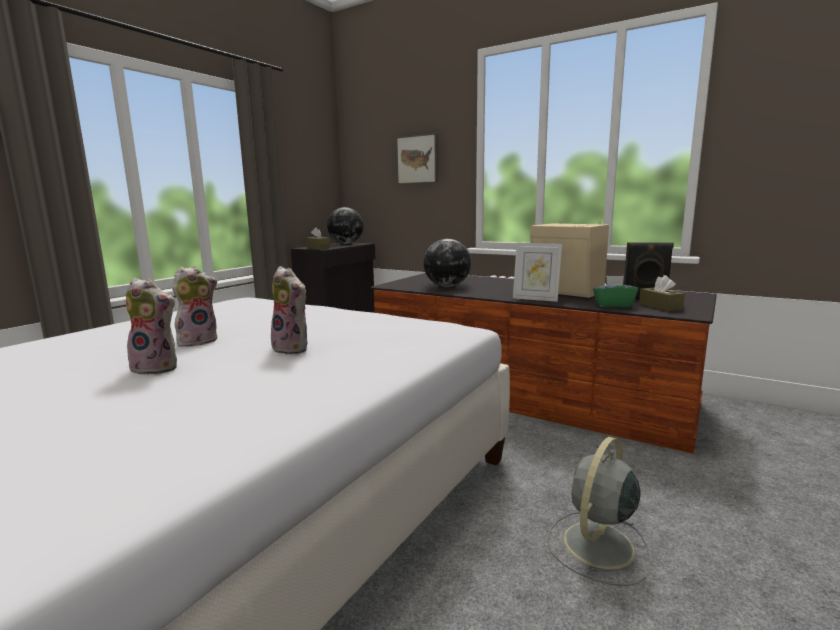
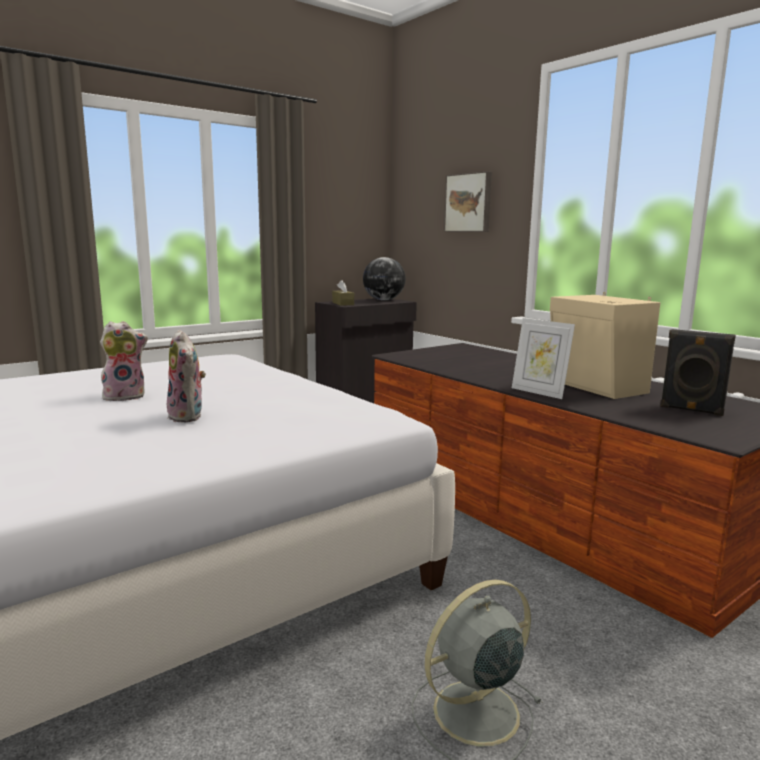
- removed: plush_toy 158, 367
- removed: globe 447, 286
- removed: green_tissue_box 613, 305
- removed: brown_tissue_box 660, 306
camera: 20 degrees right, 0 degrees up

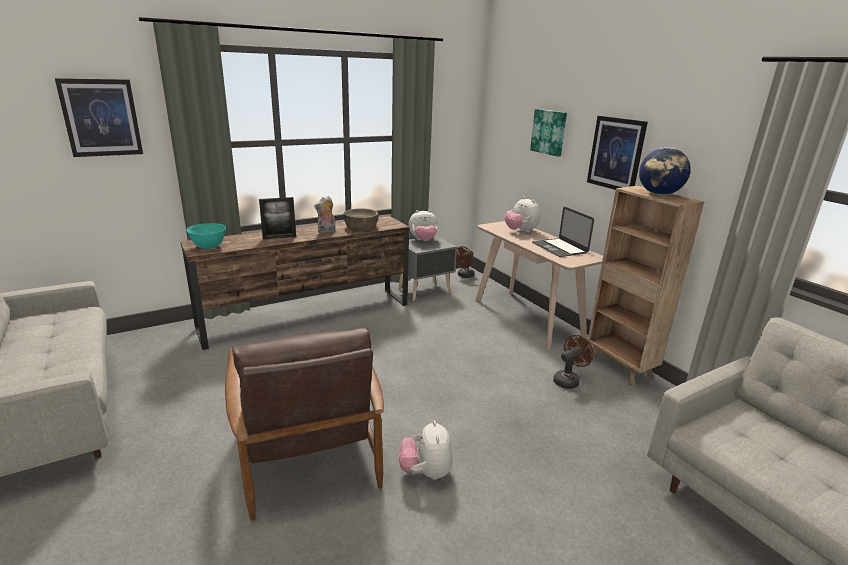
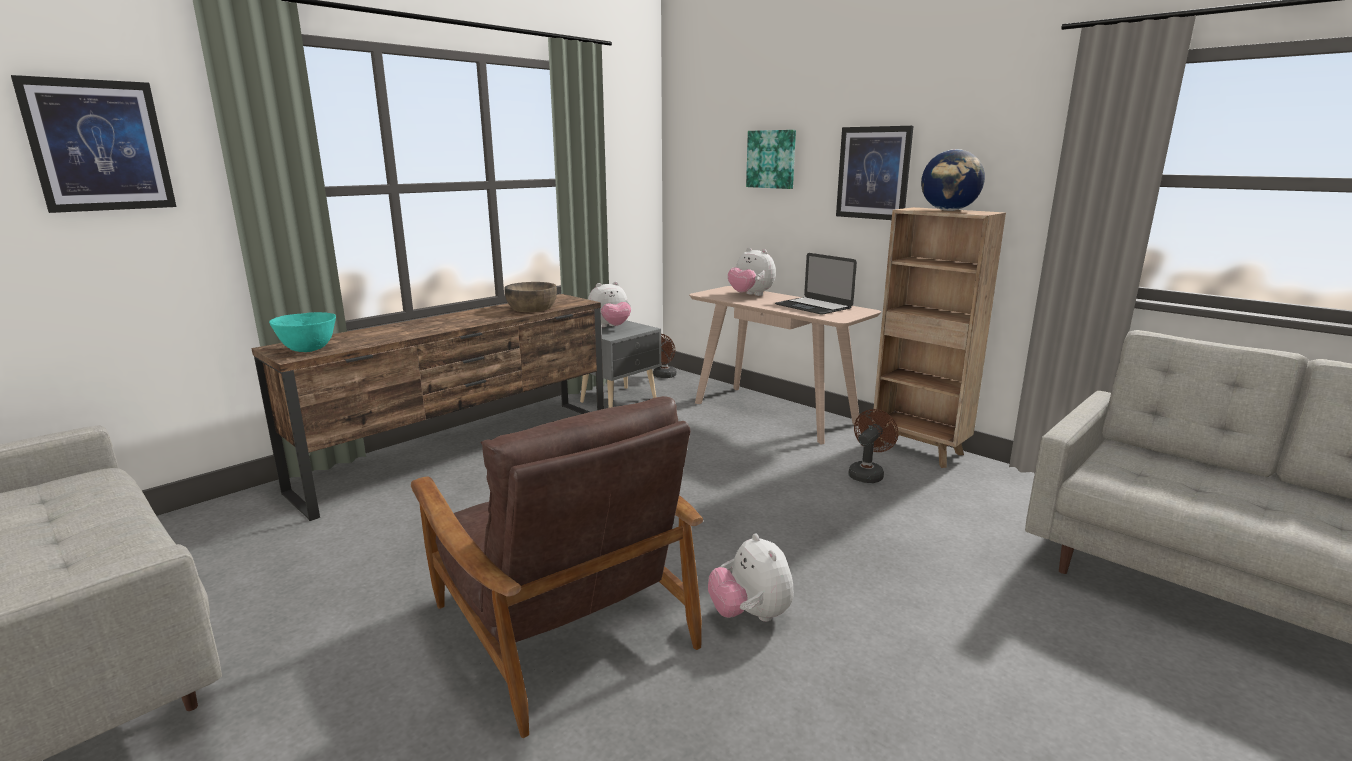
- removed: picture_frame 279, 237
- removed: plush_toy 326, 231
camera: 15 degrees left, 5 degrees down

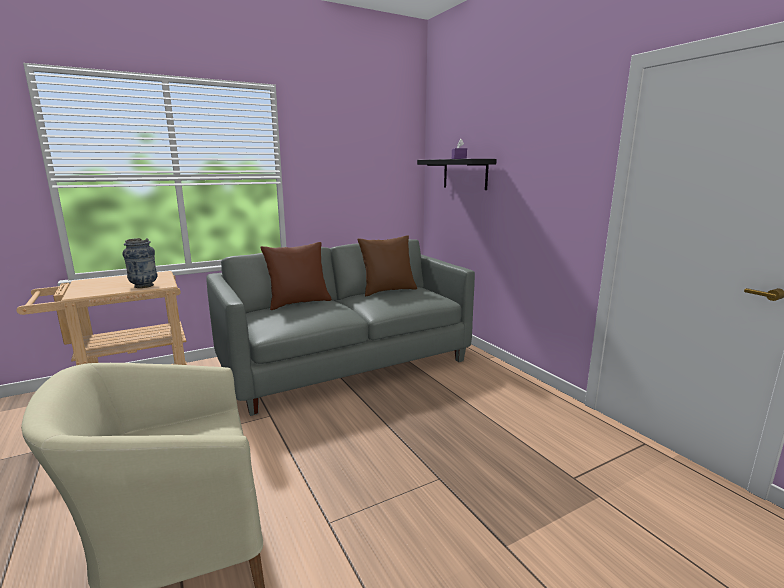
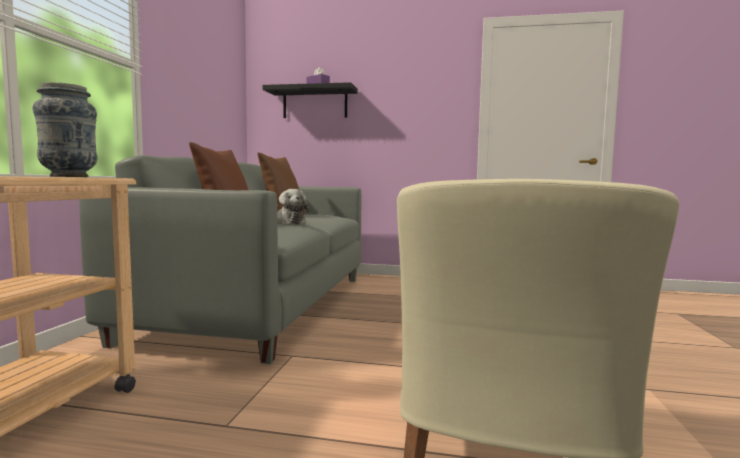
- added: plush_toy 289, 222
camera: 50 degrees left, 10 degrees down

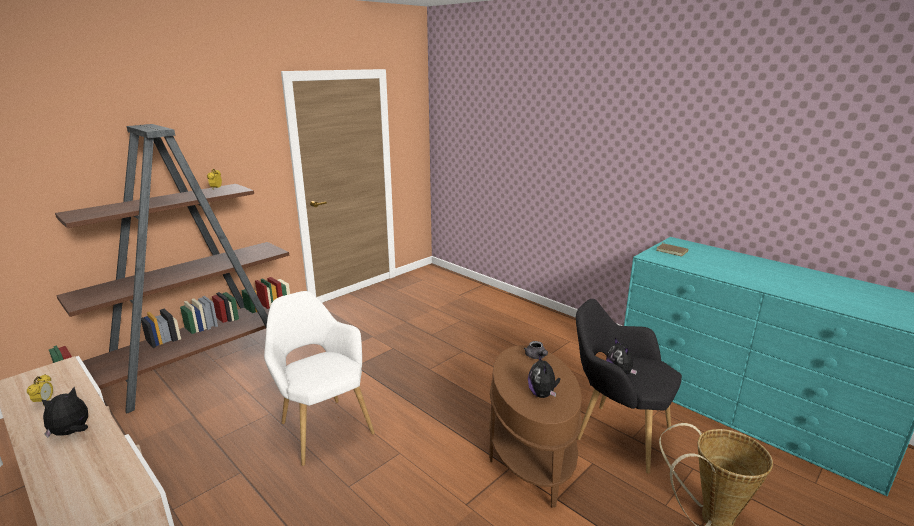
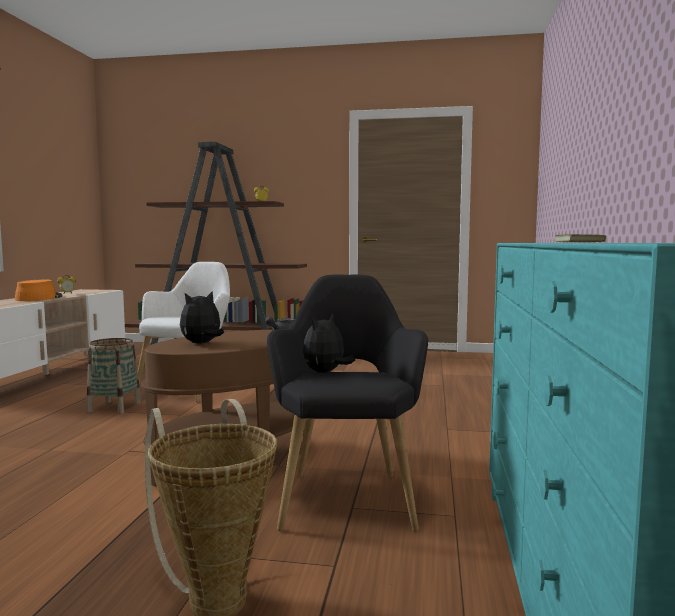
- added: basket 114, 407
- replaced: plush_toy 72, 433 to orange_hat 38, 298
camera: 55 degrees right, 15 degrees down

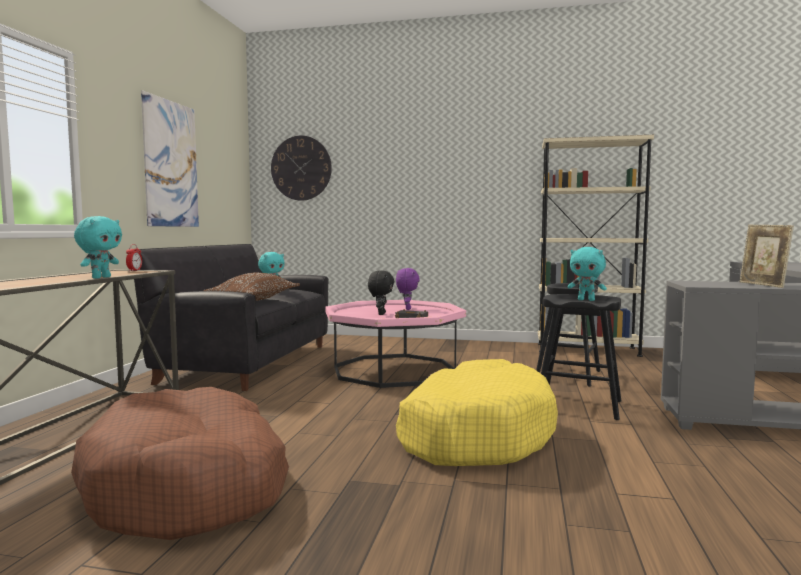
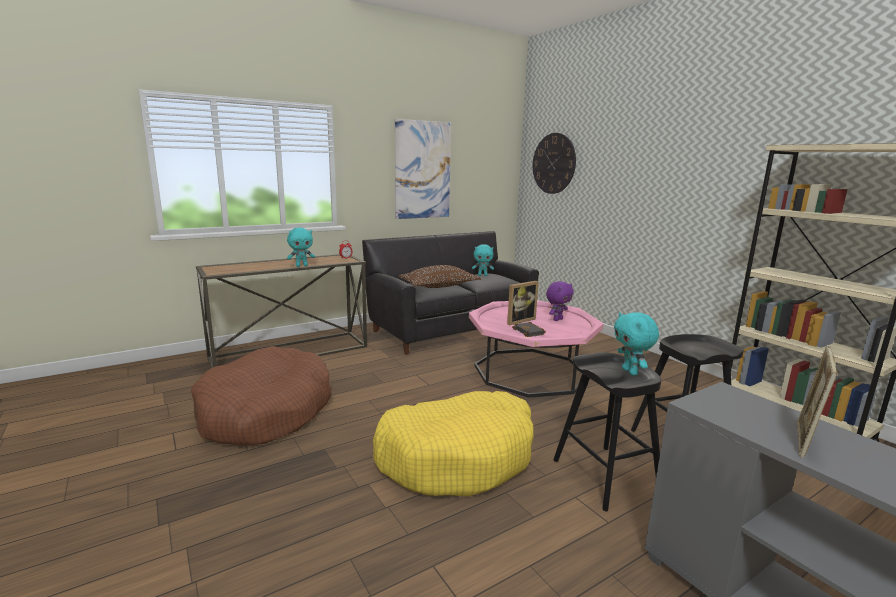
- replaced: black_plush_toy 380, 314 to picture_frame 518, 320
camera: 45 degrees right, 10 degrees up

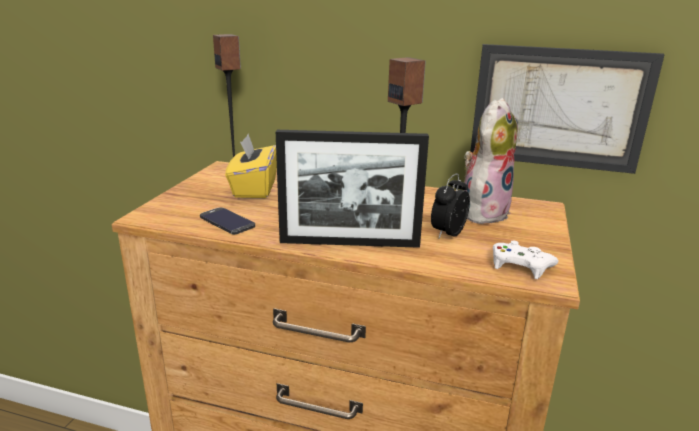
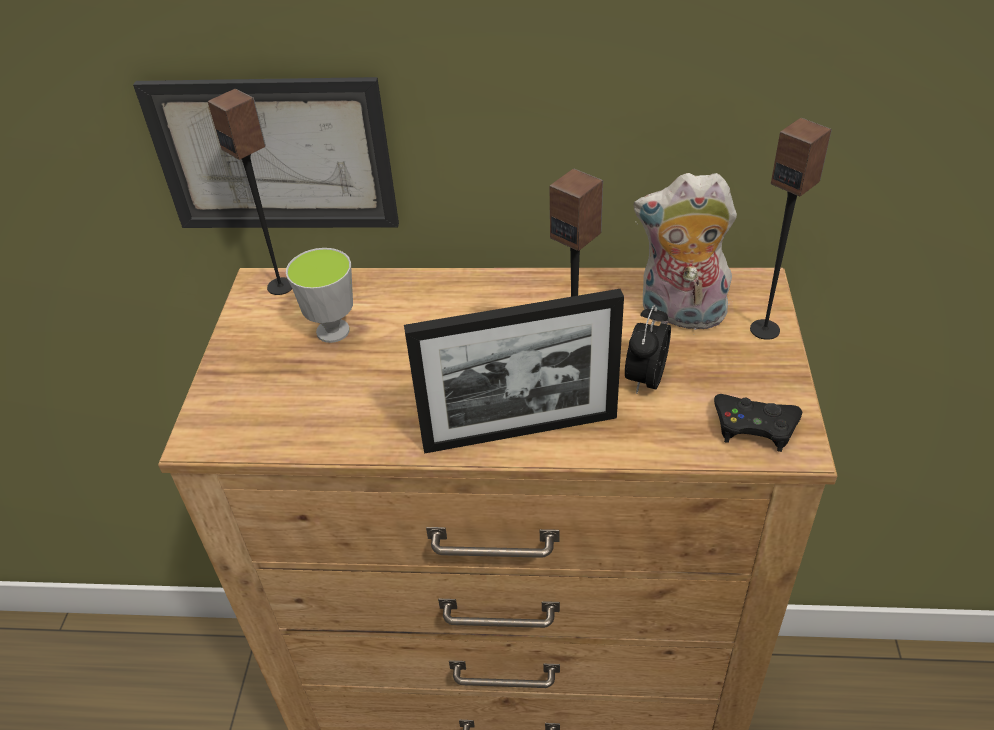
- removed: phone 227, 221
- added: speaker 765, 329
- moved: picture 558, 108 to 274, 155
- replaced: yellow_tissue_box 254, 188 to cup 333, 331
- recoloured: white_game_controller 520, 265 to black_game_controller 754, 426
- turned: plush_toy 483, 211 = 680, 315 105 degrees counterclockwise
camera: 10 degrees left, 20 degrees up

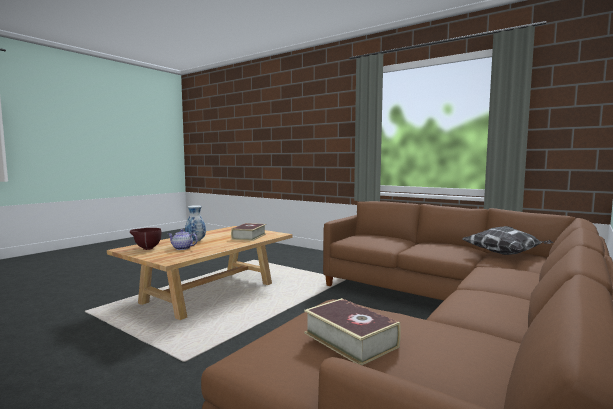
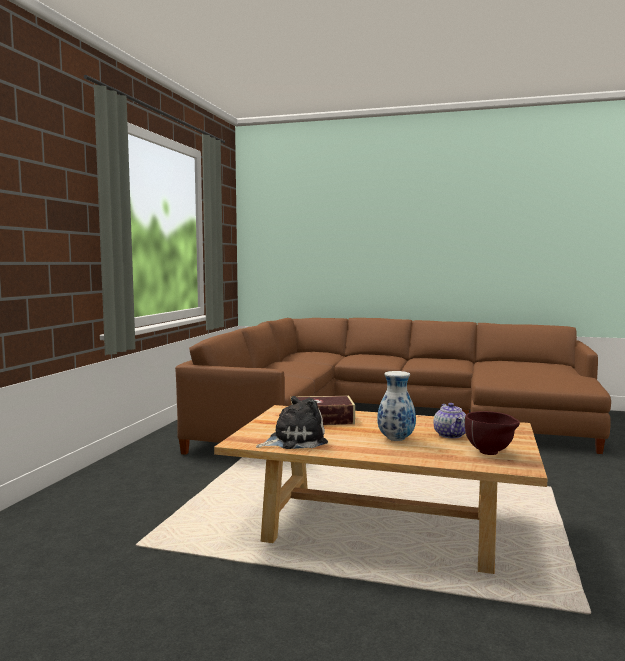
- removed: book 350, 340
- removed: pillow 505, 254
- added: plush_toy 294, 441
camera: 110 degrees left, 0 degrees up

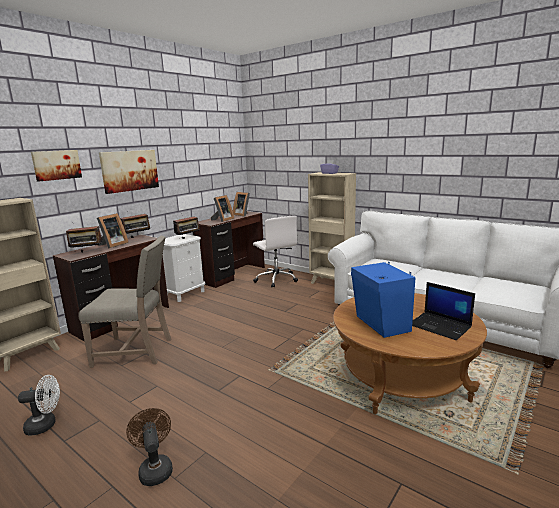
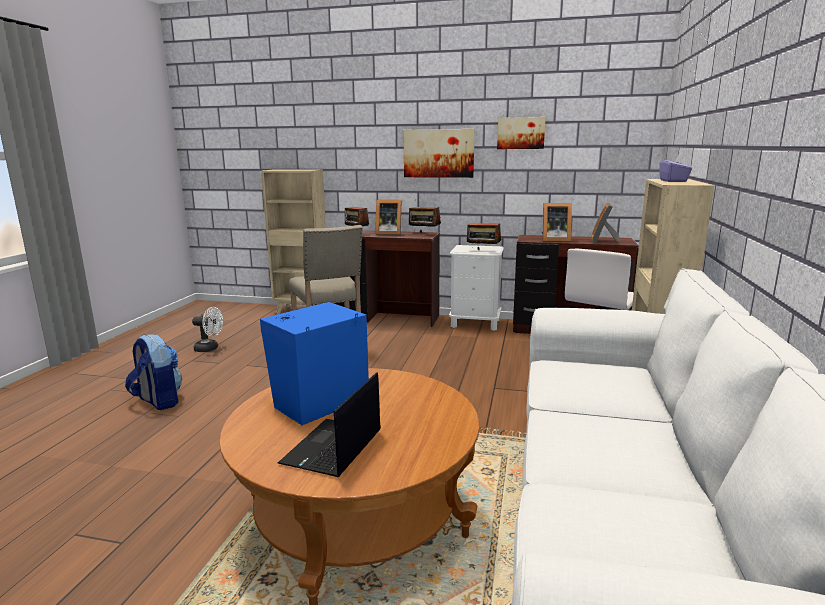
- moved: picture 56, 165 to 521, 133
- replaced: brown_fan 155, 468 to backpack 158, 401
- turned: white_fan 45, 425 = 210, 349 45 degrees counterclockwise
camera: 65 degrees right, 0 degrees up

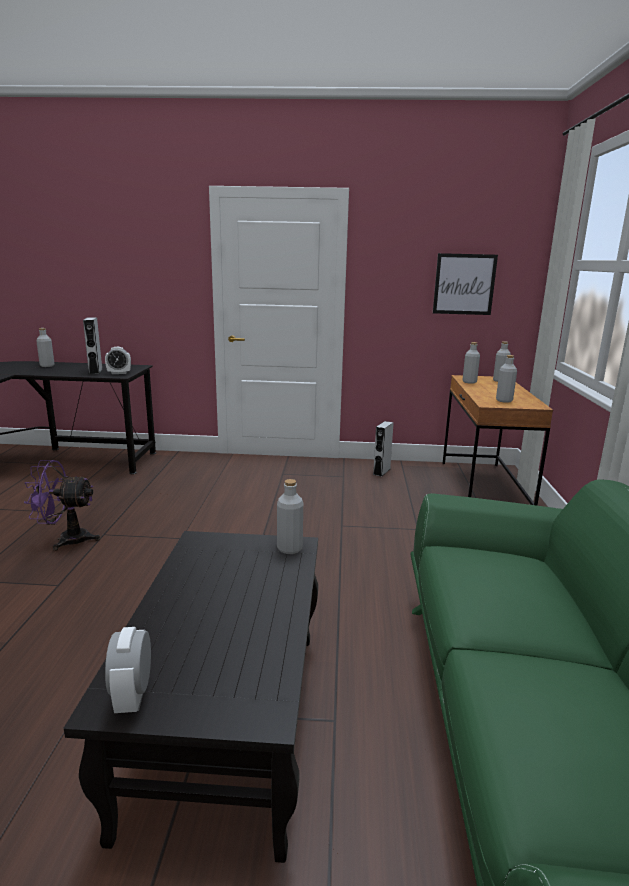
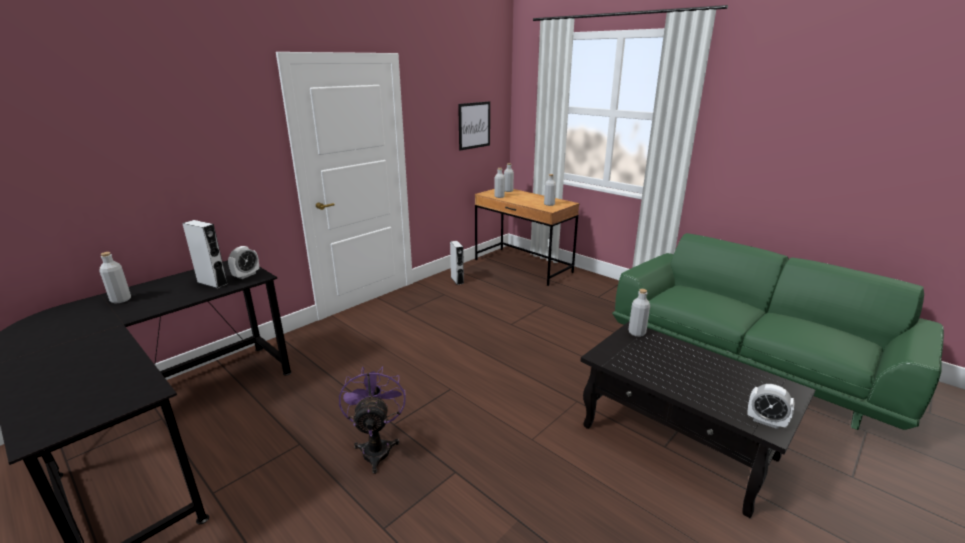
- turned: purple_fan 66, 539 = 376, 447 135 degrees clockwise
camera: 50 degrees left, 5 degrees up

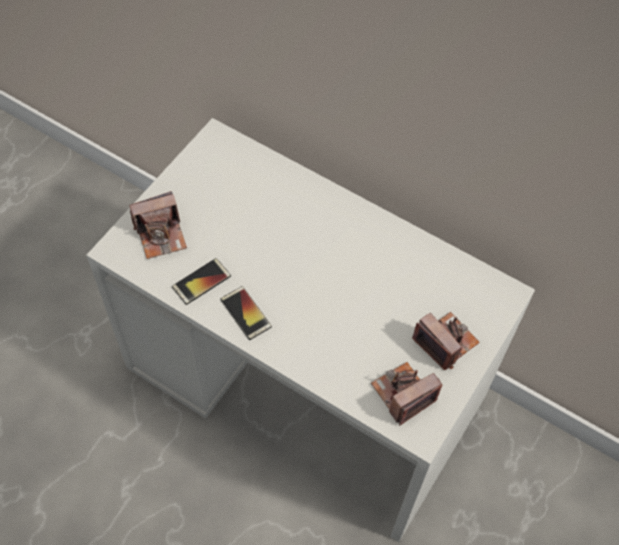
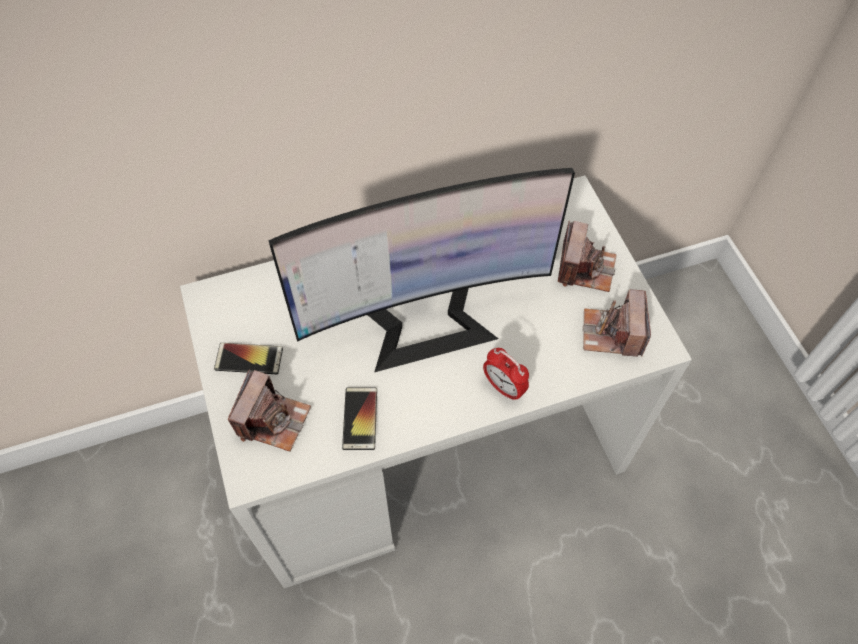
- added: monitor 425, 320
- added: alarm_clock 503, 387
- moved: phone 245, 313 to 249, 359
- turned: photo_camera 445, 342 = 585, 268 105 degrees clockwise
camera: 50 degrees left, 0 degrees up

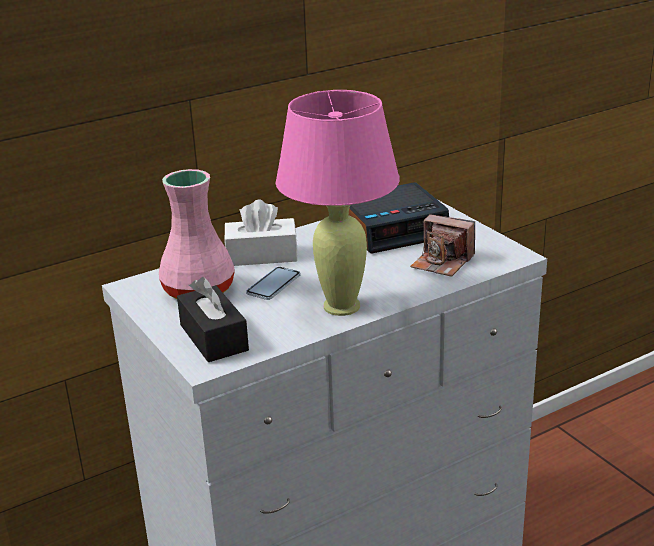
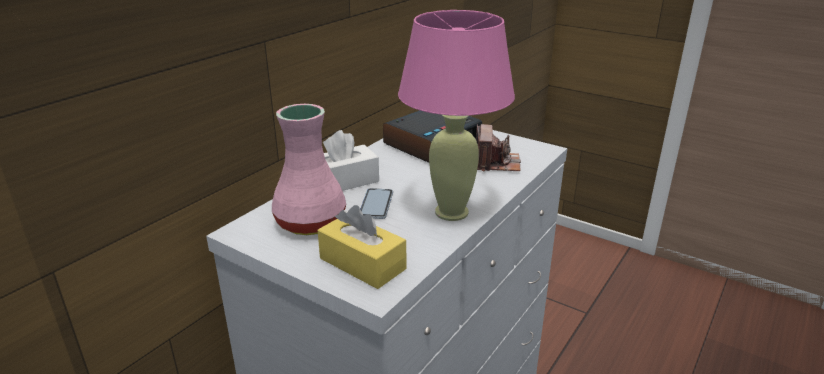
- recoloured: black_tissue_box 213, 337 to yellow_tissue_box 362, 264
- turned: photo_camera 442, 262 = 496, 163 90 degrees counterclockwise
camera: 25 degrees left, 0 degrees up

